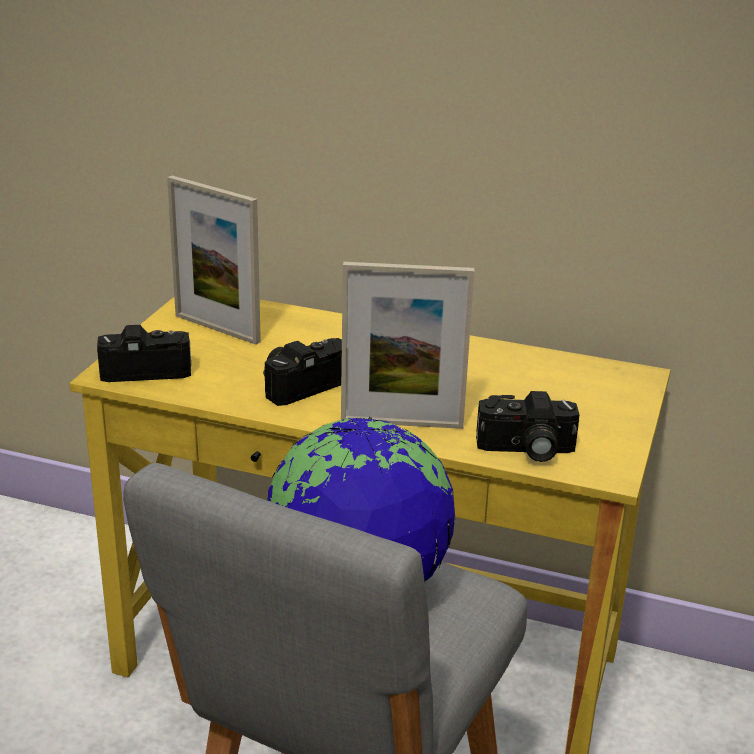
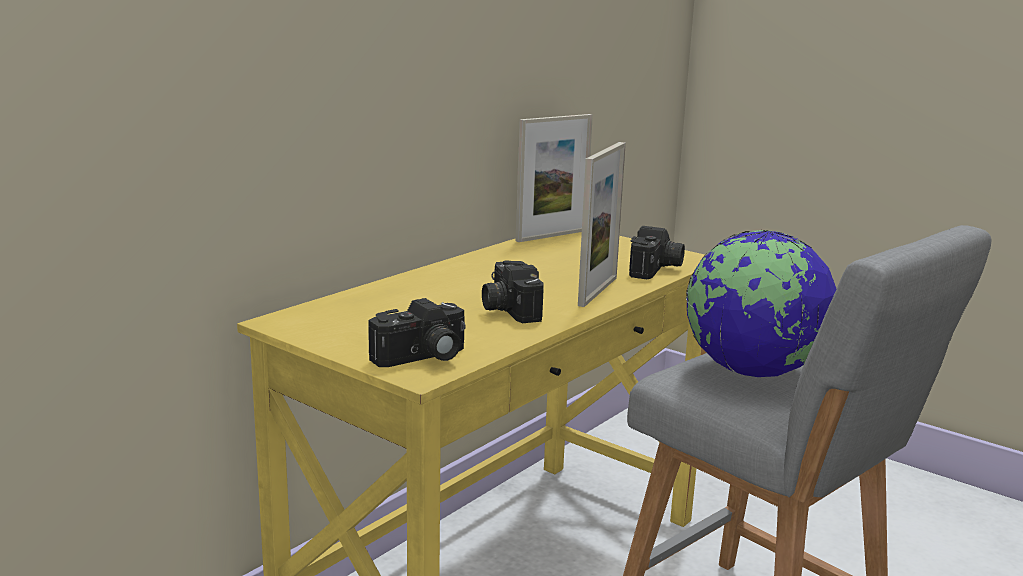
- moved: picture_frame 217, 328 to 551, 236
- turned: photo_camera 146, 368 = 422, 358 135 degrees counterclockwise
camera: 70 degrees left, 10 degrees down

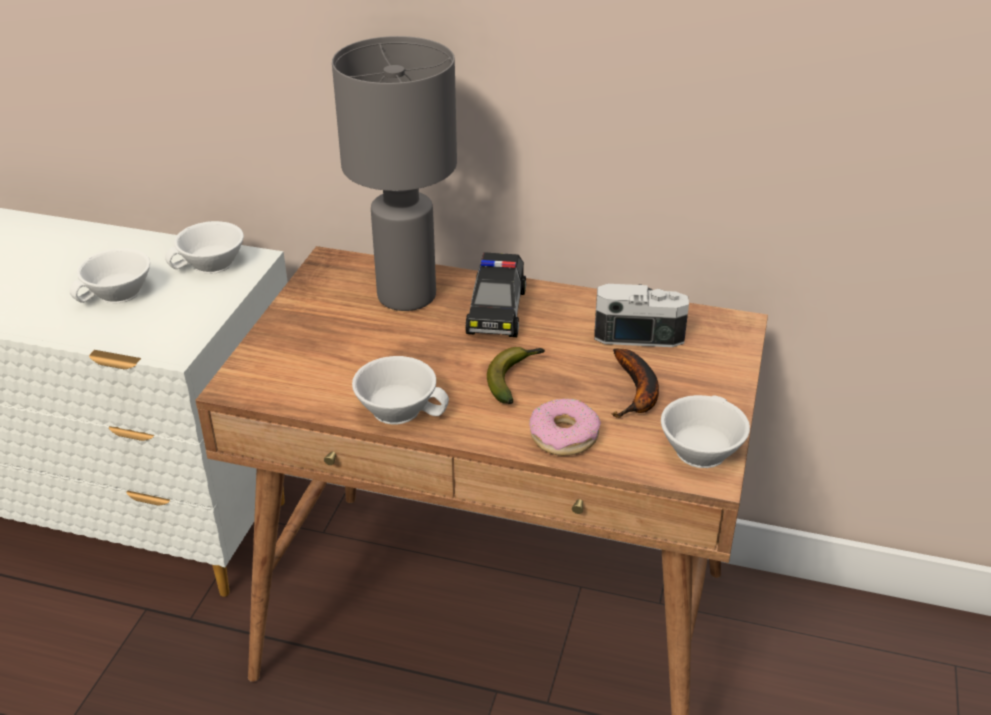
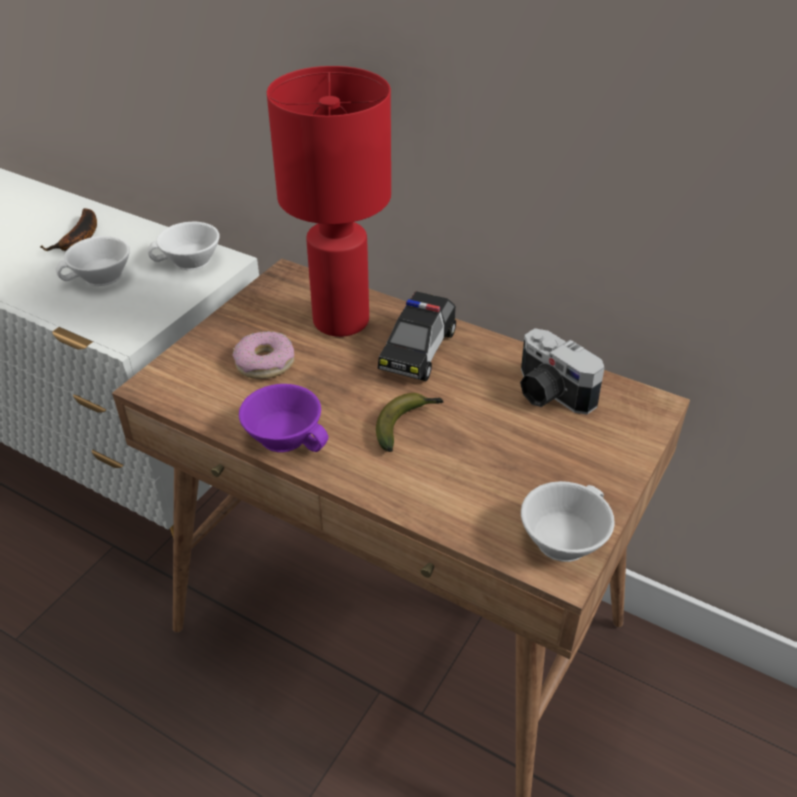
- moved: donut 564, 436 to 265, 363
- moved: banana 637, 392 to 79, 239
- recoloured: grey_table_lamp 407, 295 to red_table_lamp 342, 320
- recoloured: white_cup 400, 407 to purple_cup 287, 435
- turned: photo_camera 638, 330 = 549, 394 150 degrees counterclockwise
camera: 15 degrees right, 5 degrees up

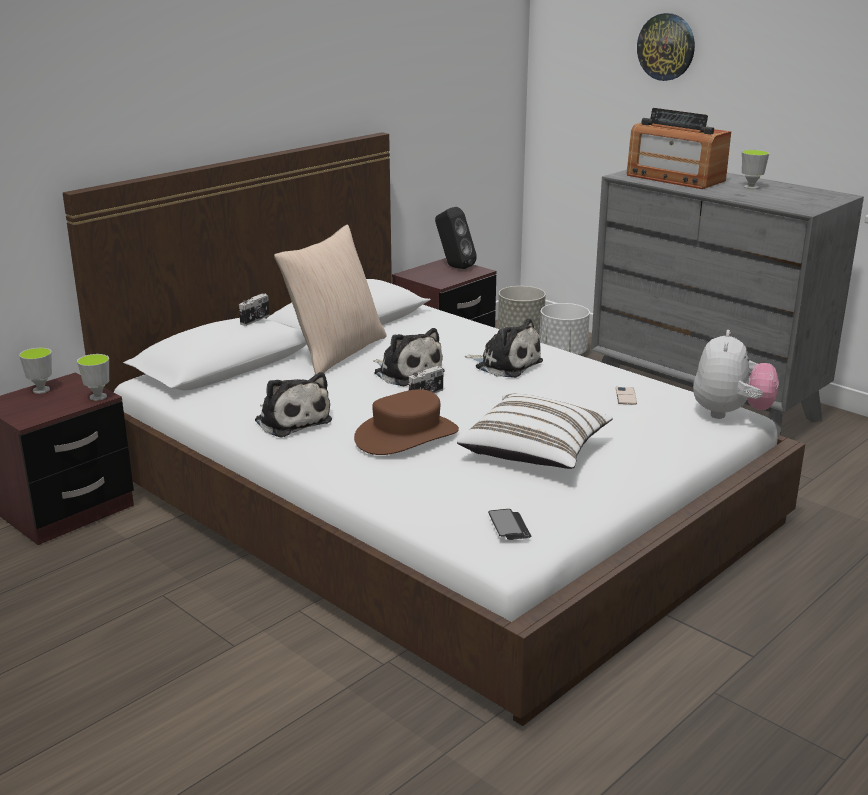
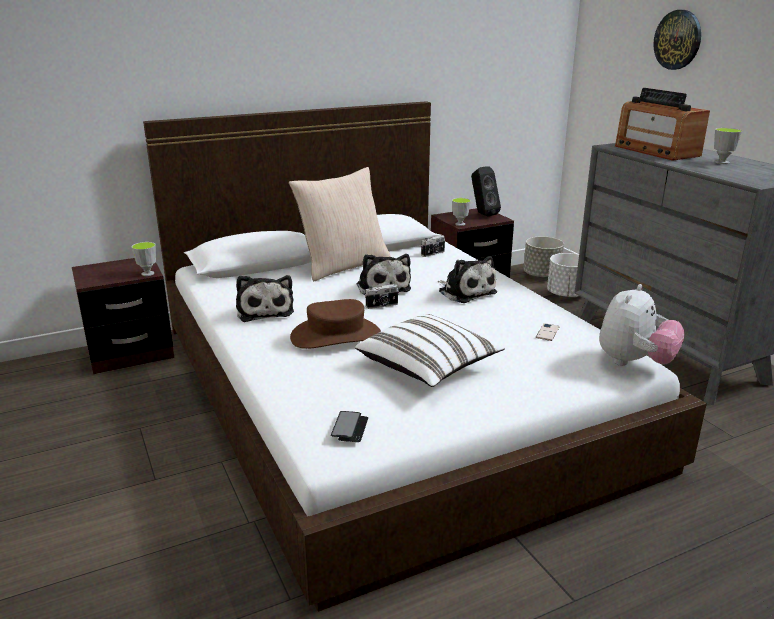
- moved: cup 41, 390 to 460, 224
- moved: photo_camera 256, 320 to 433, 254
camera: 20 degrees right, 0 degrees up

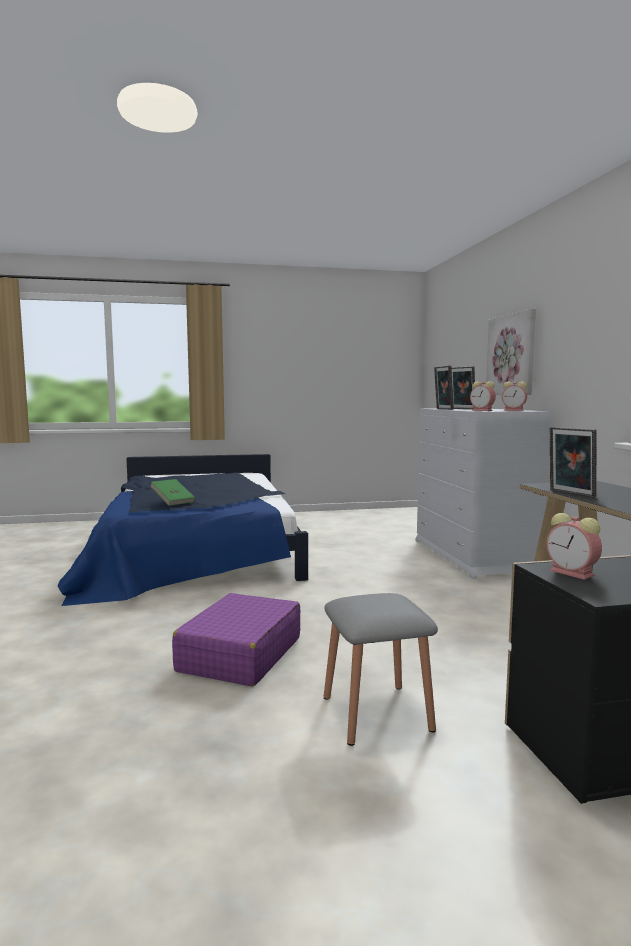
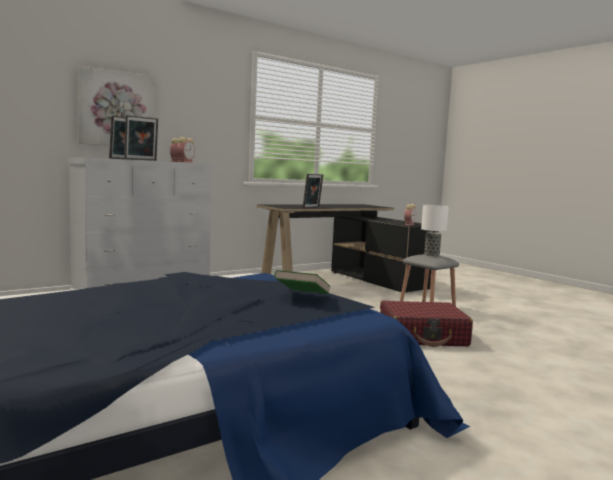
- added: table_lamp 432, 255
- recoloured: purple_suitcase 240, 654 to red_suitcase 423, 336
camera: 115 degrees left, 0 degrees up

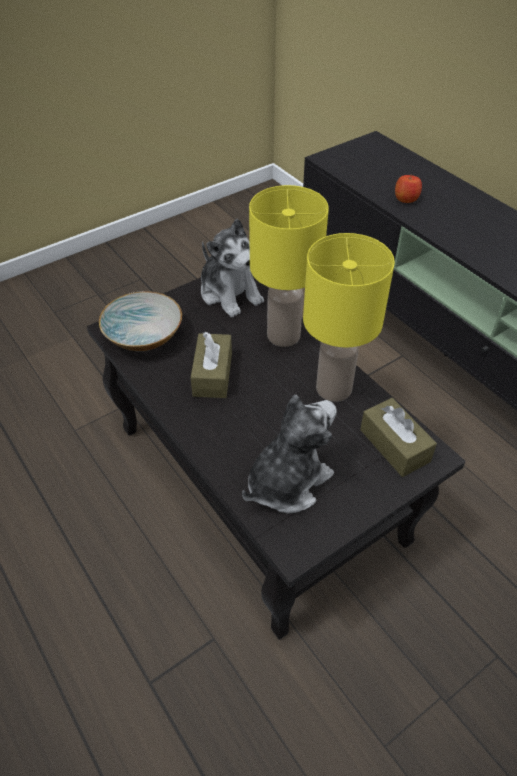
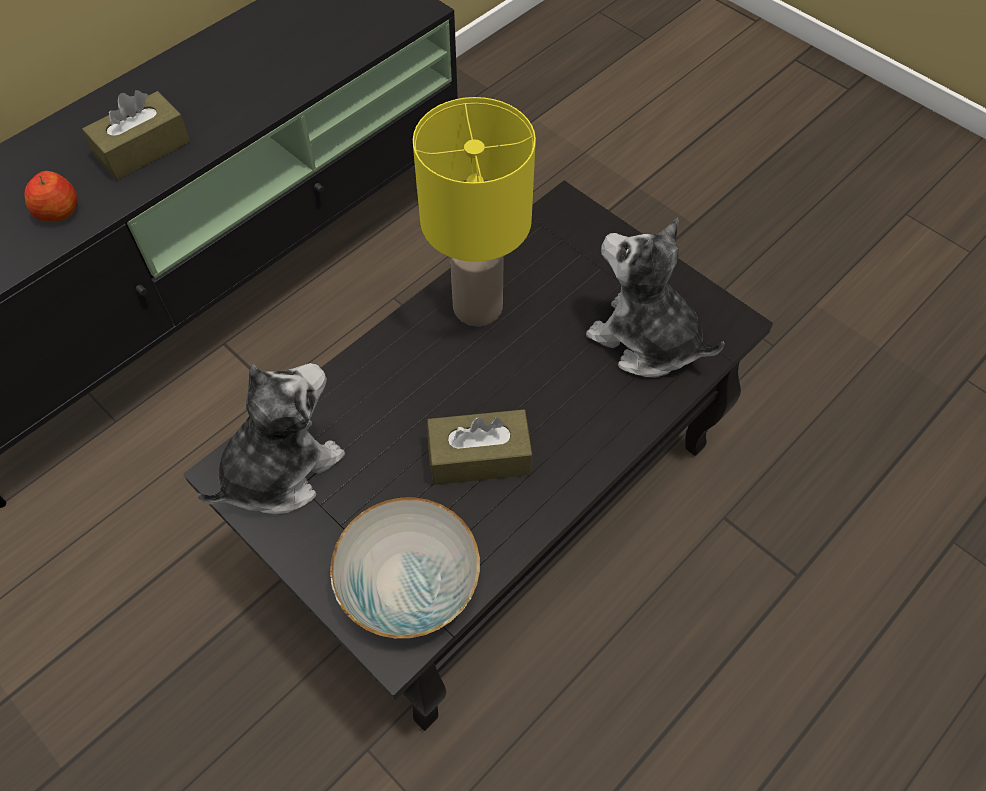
- removed: yellow_table_lamp 283, 336
- moved: brown_tissue_box 394, 445 to 143, 149
camera: 100 degrees left, 10 degrees up

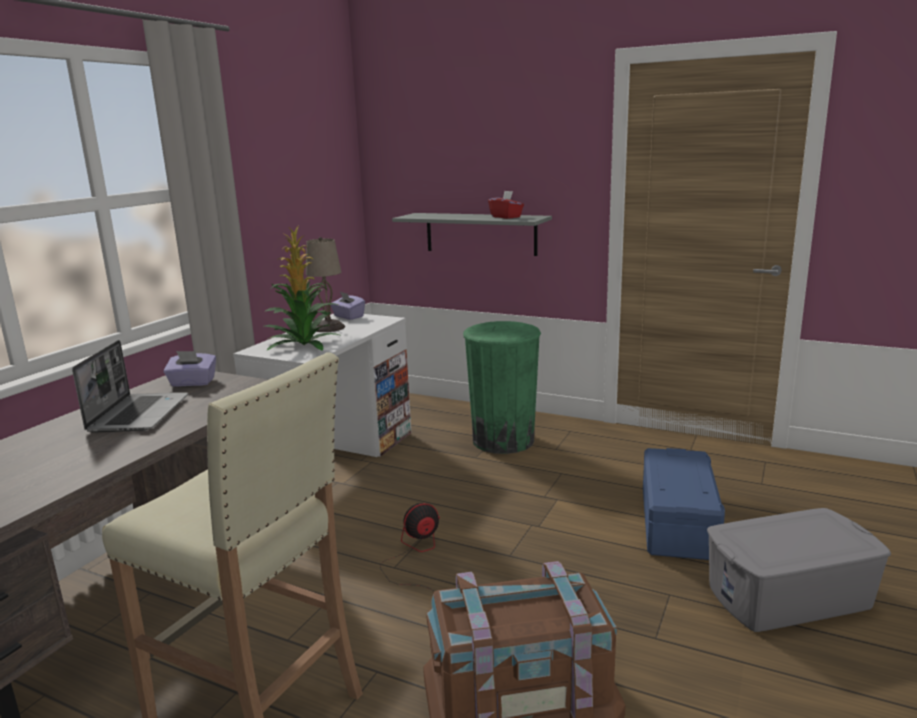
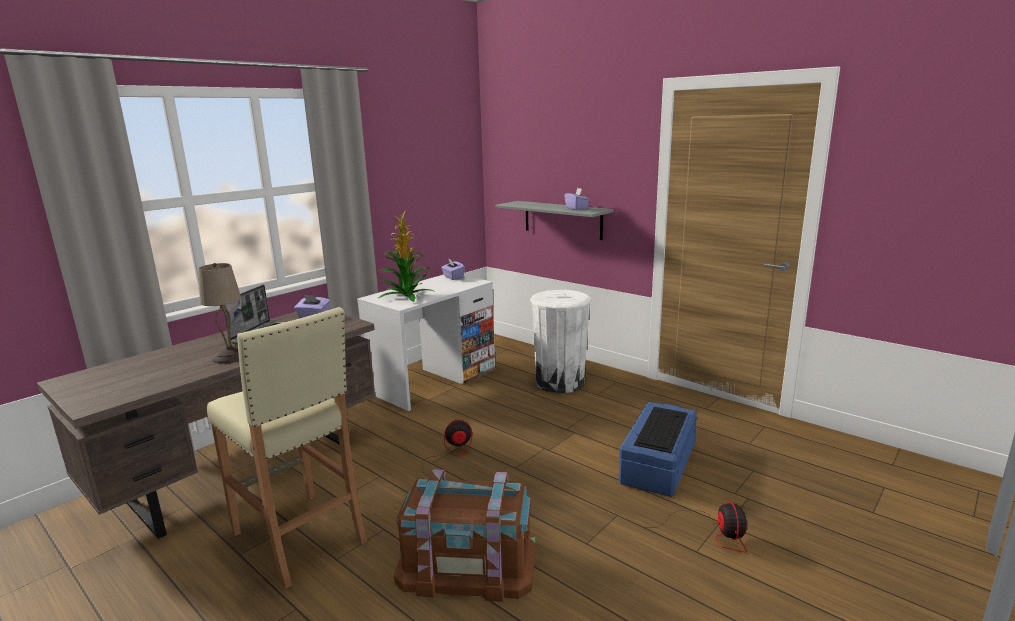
- added: keyboard 661, 428
- moved: beige_table_lamp 329, 327 to 231, 356
- replaced: grey_storage_box 789, 597 to fan 712, 533
- recoloured: green_trash_can 503, 440 to white_trash_can 560, 382
- recoloured: red_tissue_box 506, 217 to purple_tissue_box 577, 208
camera: 15 degrees right, 0 degrees up

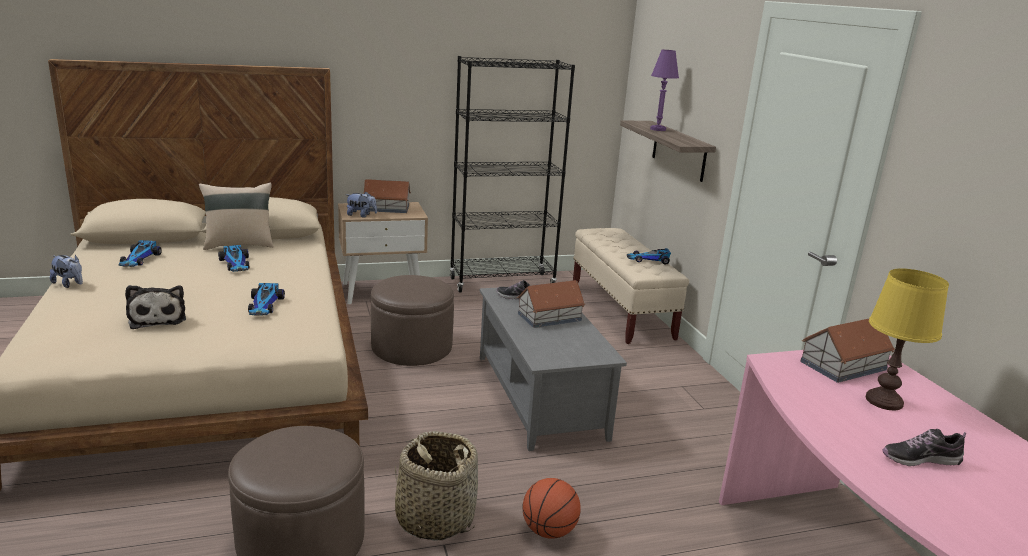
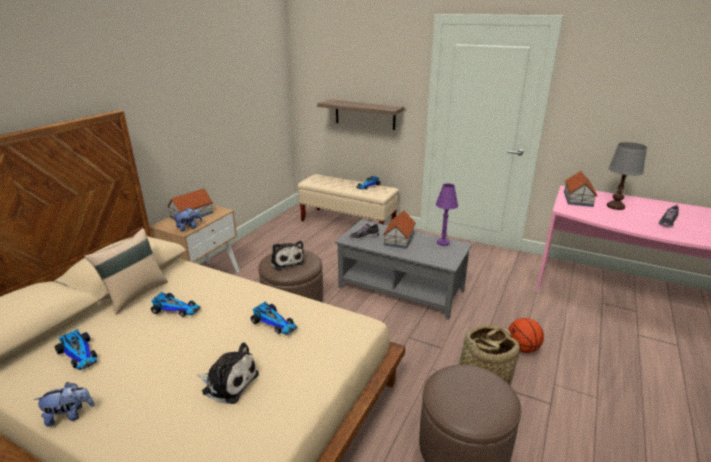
- removed: black_bookcase 502, 283
- added: plush_toy 286, 261
- moved: purple_table_lamp 658, 129 to 443, 243
- recoloured: yellow_table_lamp 883, 401 to grey_table_lamp 615, 206
camera: 45 degrees left, 5 degrees up

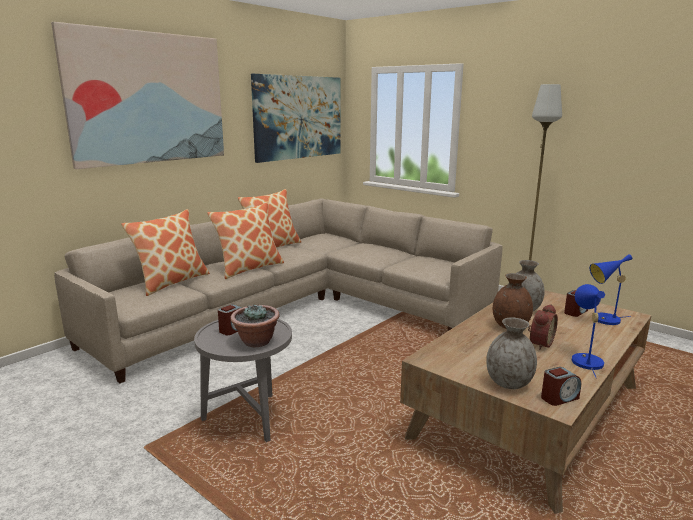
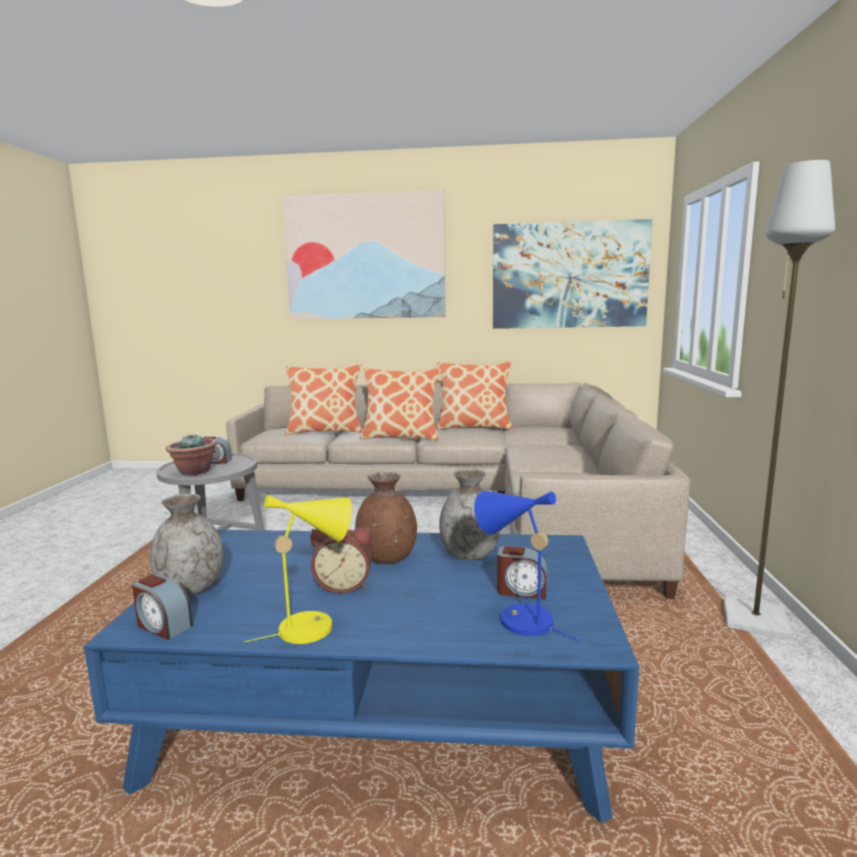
- recoloured: brown_coffee_table 529, 410 to blue_coffee_table 383, 708
- recoloured: blue_table_lamp 585, 360 to yellow_table_lamp 314, 626
camera: 55 degrees right, 5 degrees down

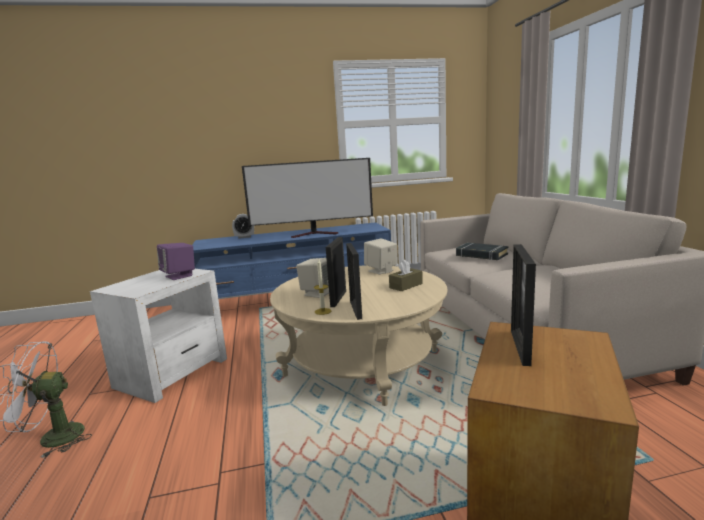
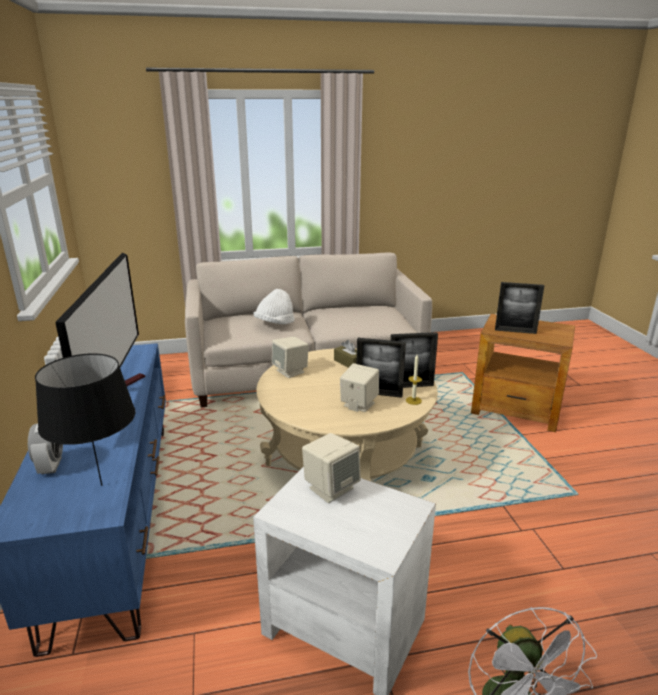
- added: black_table_lamp 101, 485
- replaced: black_book 481, 255 to white_hat 274, 323
- recoloured: purple_speaker 179, 276 to beige_speaker 331, 488
camera: 90 degrees left, 10 degrees up

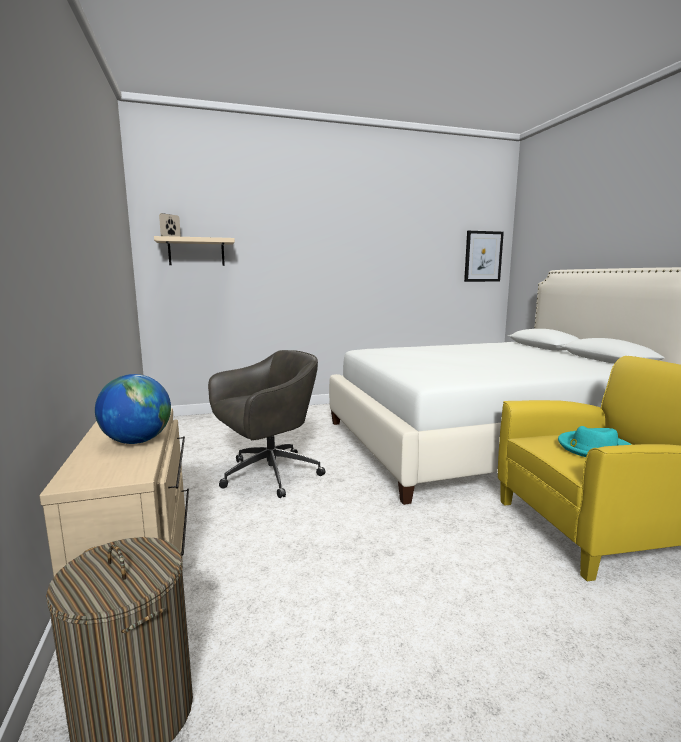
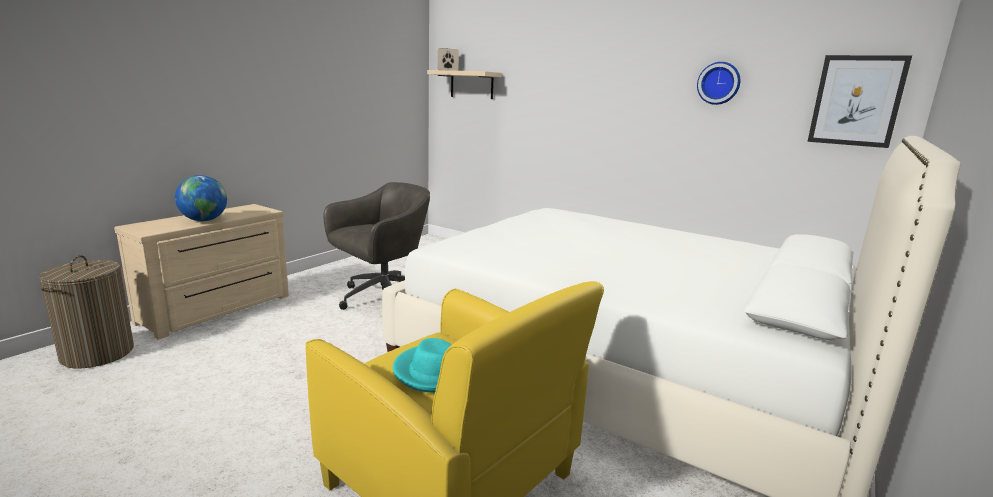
- added: wall_clock 719, 83
- turned: grey_office_chair 268, 475 = 381, 298 60 degrees counterclockwise
camera: 50 degrees right, 5 degrees up

